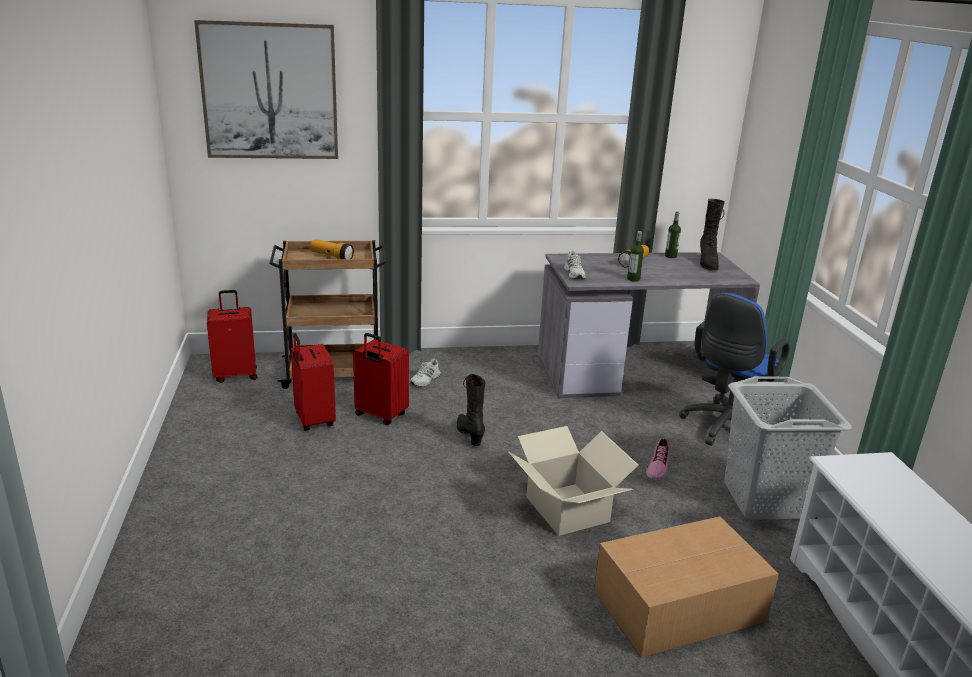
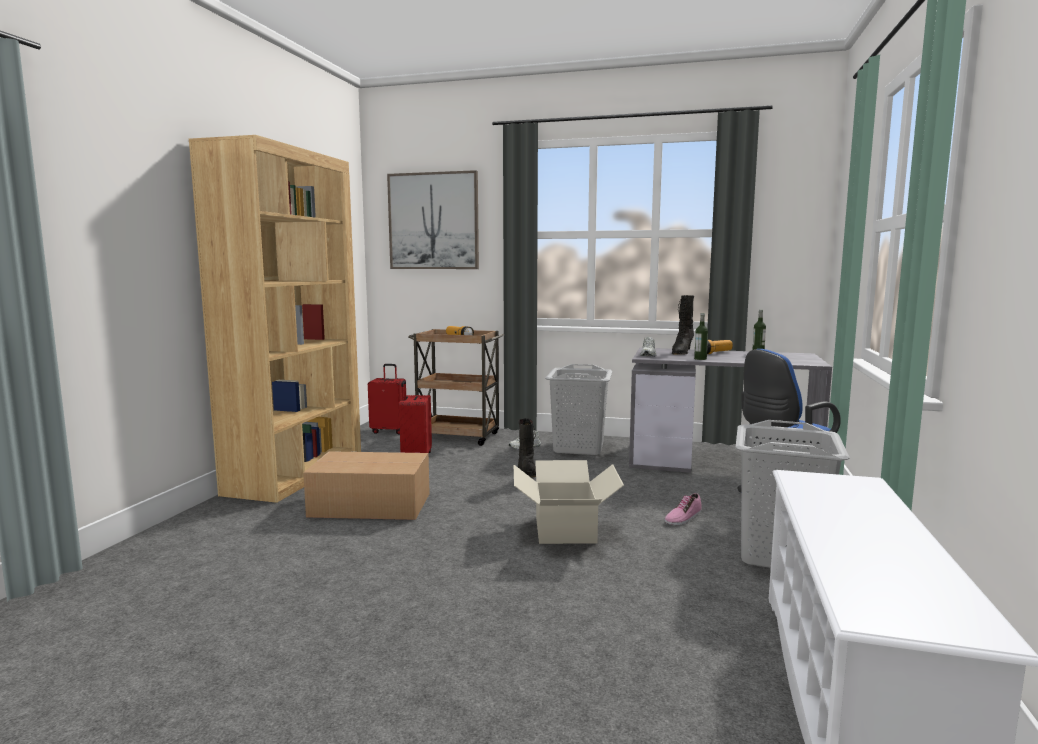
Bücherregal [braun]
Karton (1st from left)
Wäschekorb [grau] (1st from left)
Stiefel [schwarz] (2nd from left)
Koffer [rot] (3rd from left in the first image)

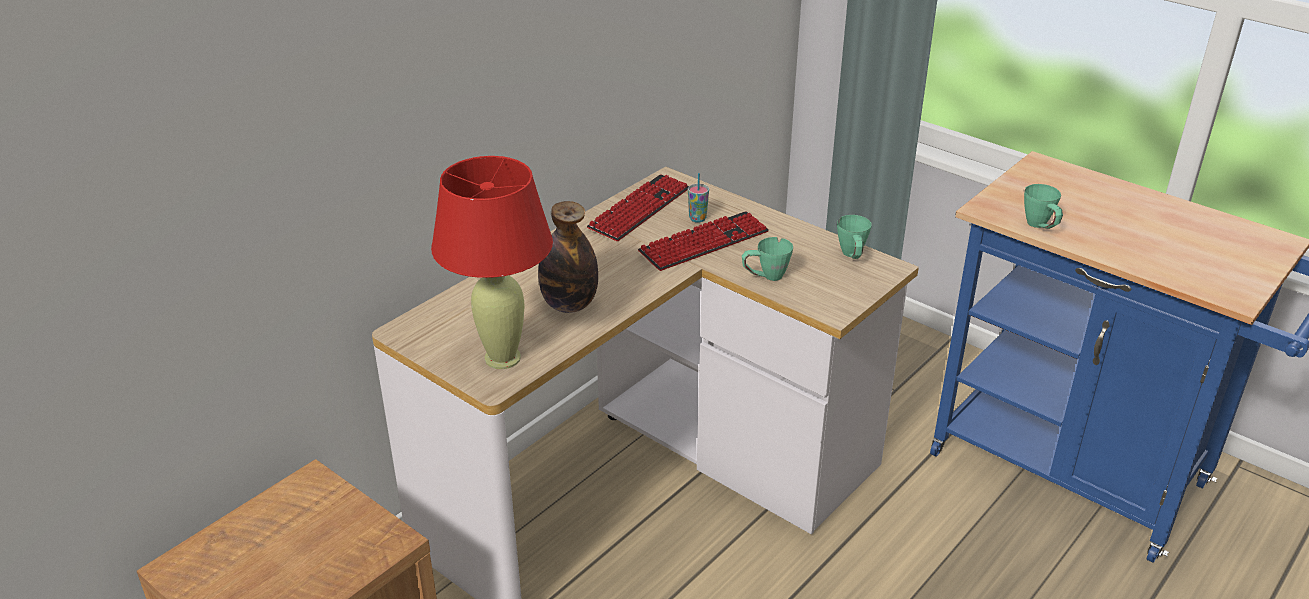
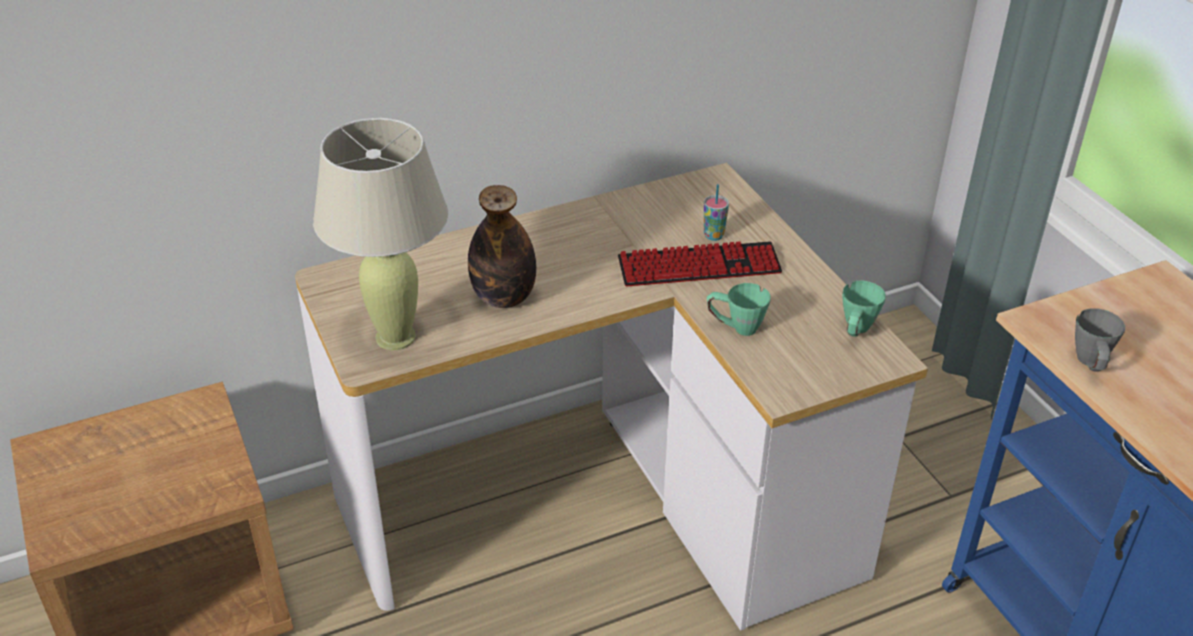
Tischlampe [beige]
Henkelbecher [grau]
Tastatur (1st from left in the first image)

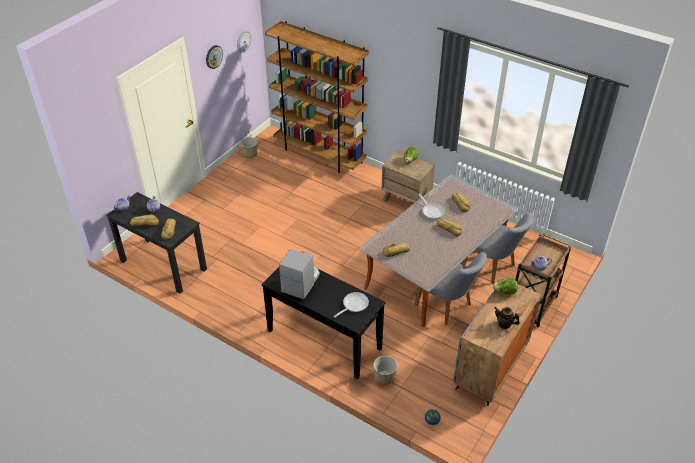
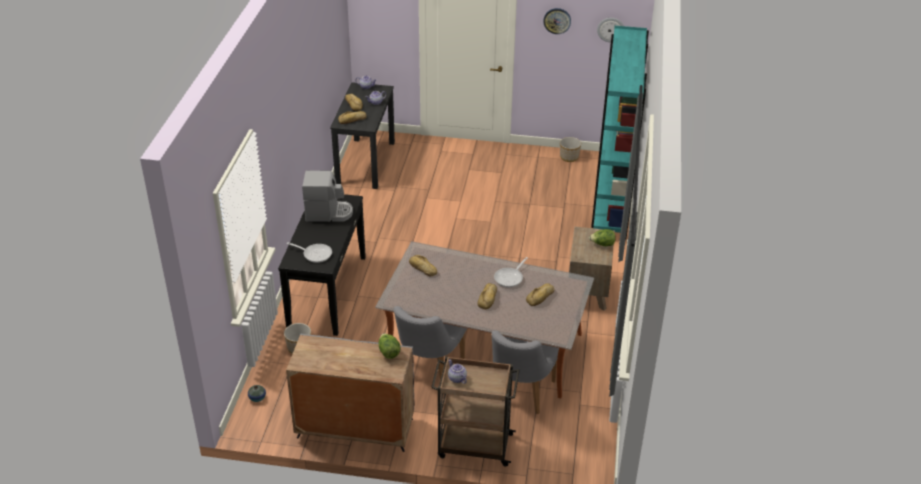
Bücherregal [türkis]
Teekanne (3rd from left in the first image)

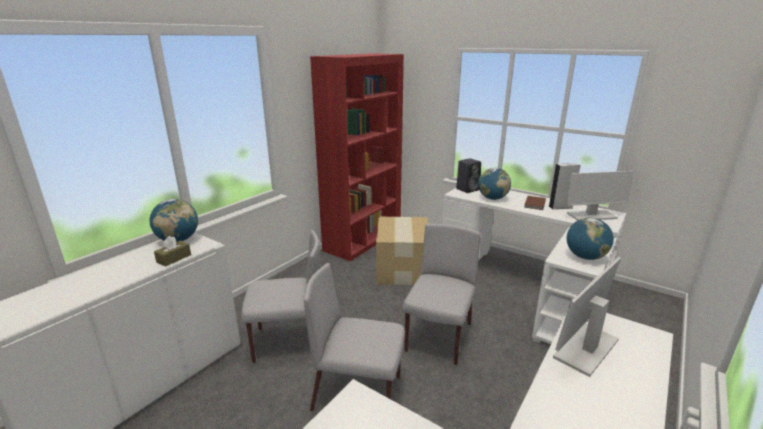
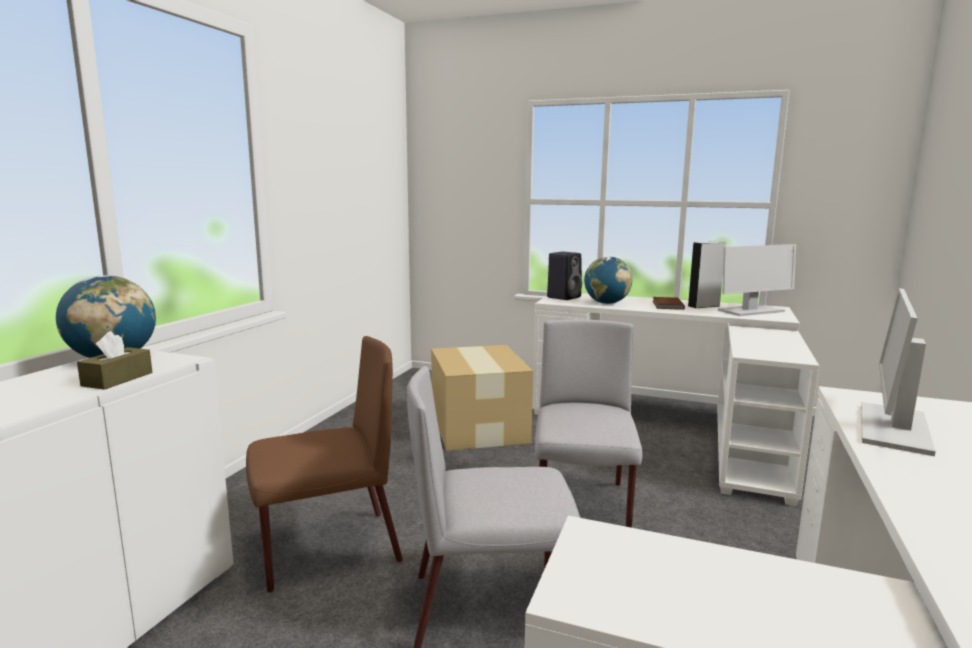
Stuhl [braun]
Bücherregal [rot]
Globus (3rd from left in the first image)

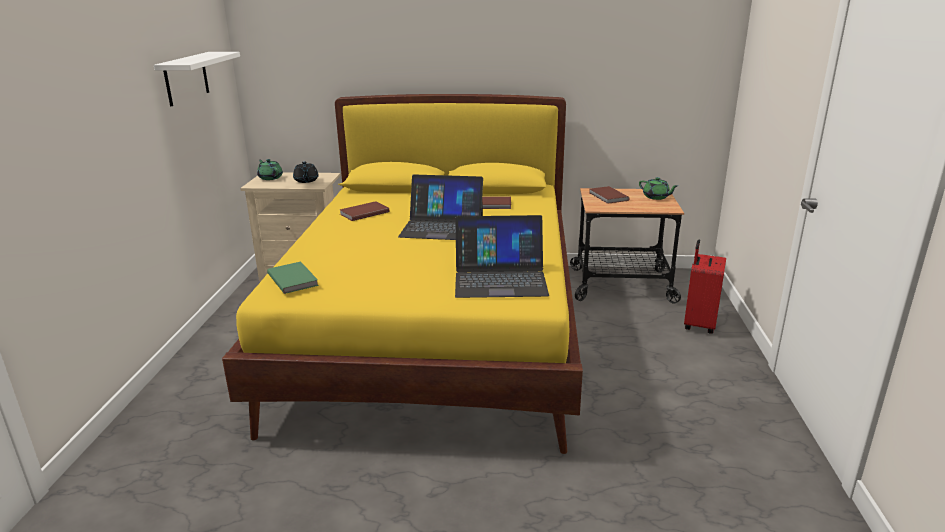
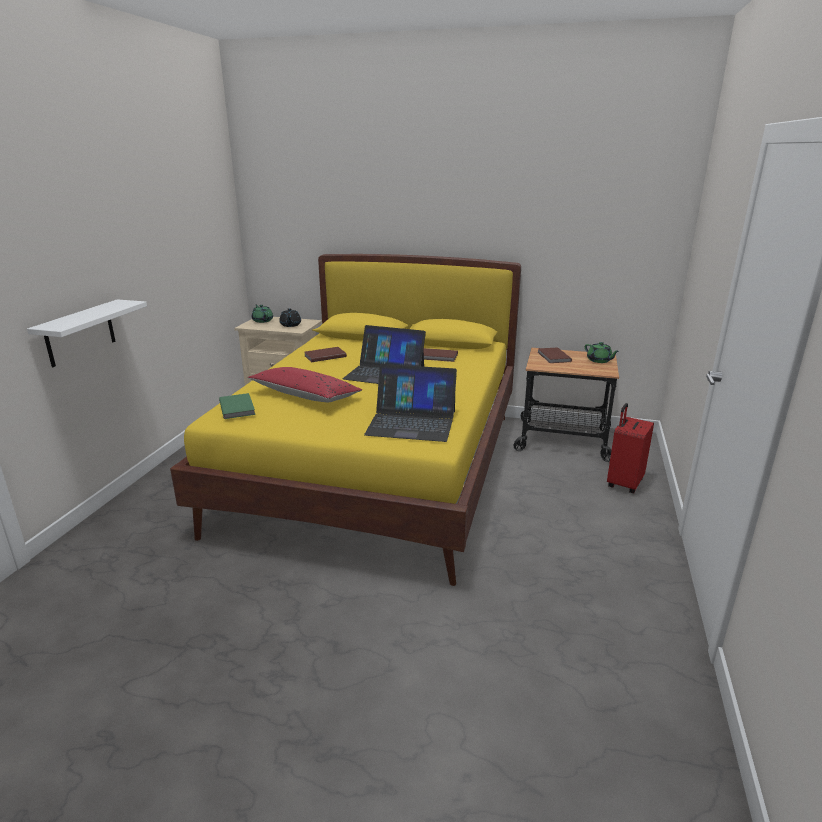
Wandregal [weiß]
Kissen [rot]

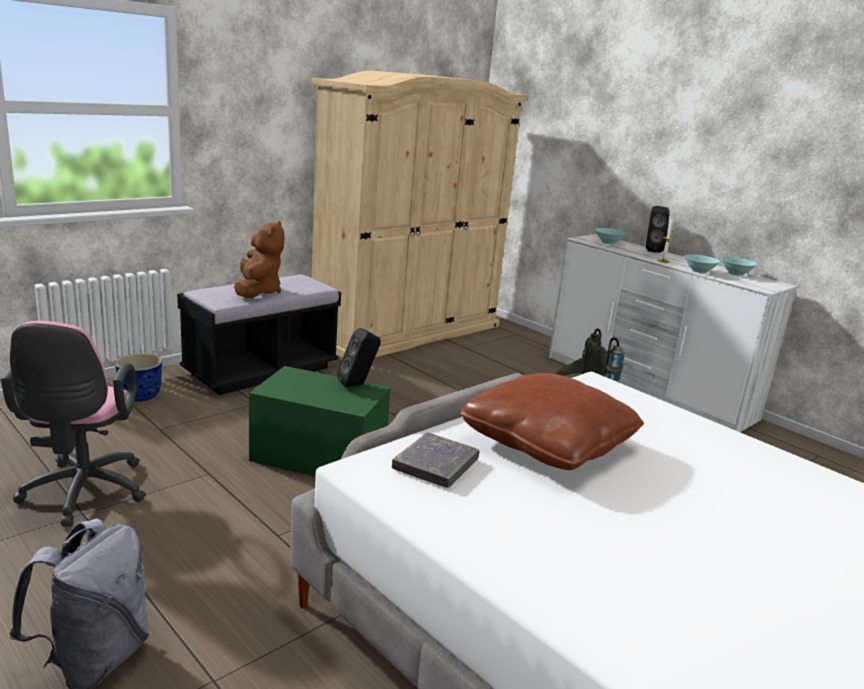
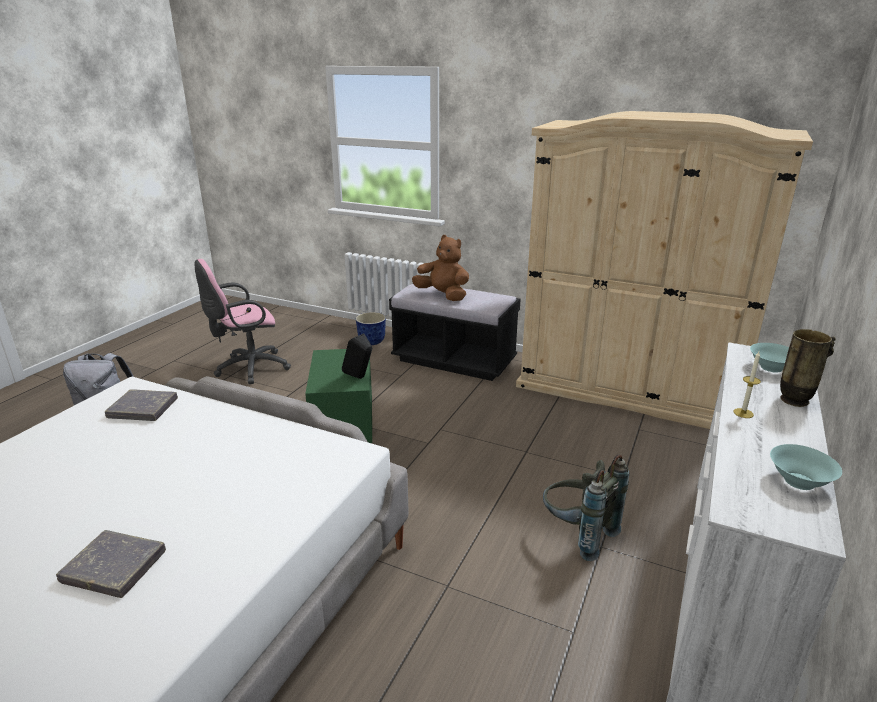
Buch [grau] (1st from left)
Plüschtier [braun]
Vase
Kissen [braun]
Schüssel [türkis] (2nd from left in the first image)

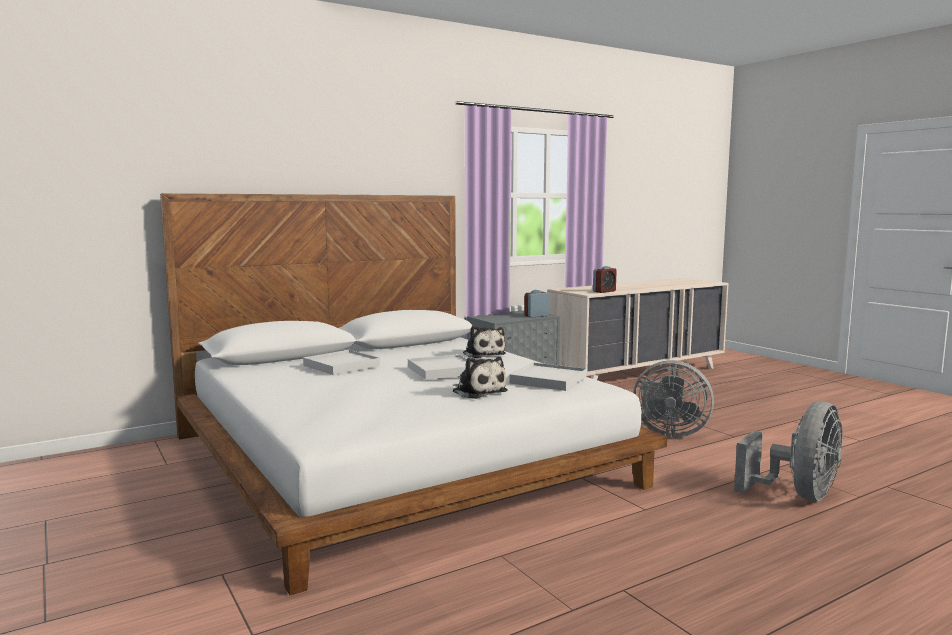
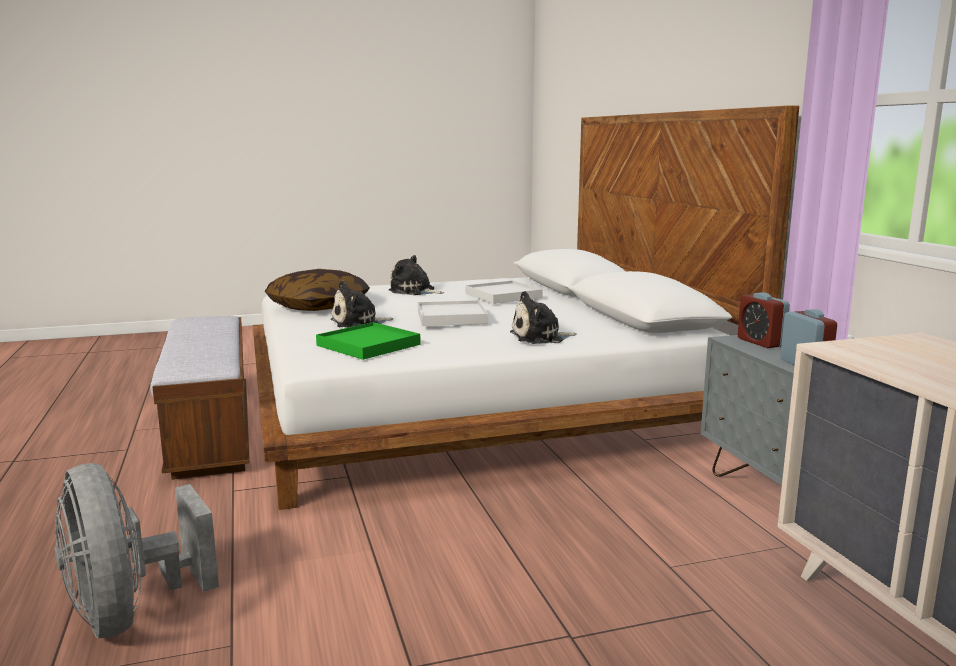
Bank
Kissen
Tablett [grün]
Plüschtier (2nd from left)
Wecker (1st from left)
Ventilator [grau] (1st from left in the first image)

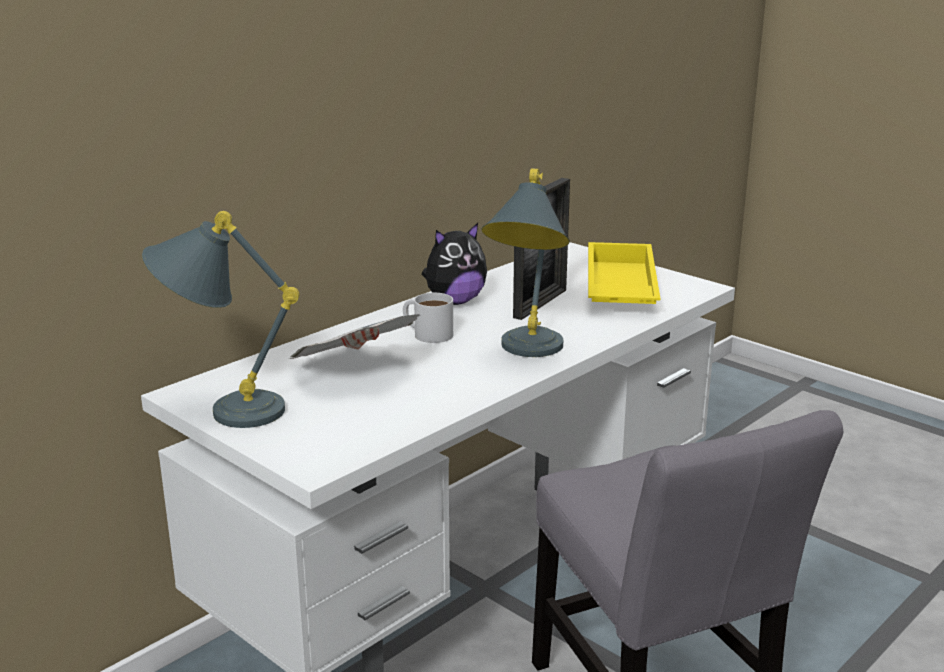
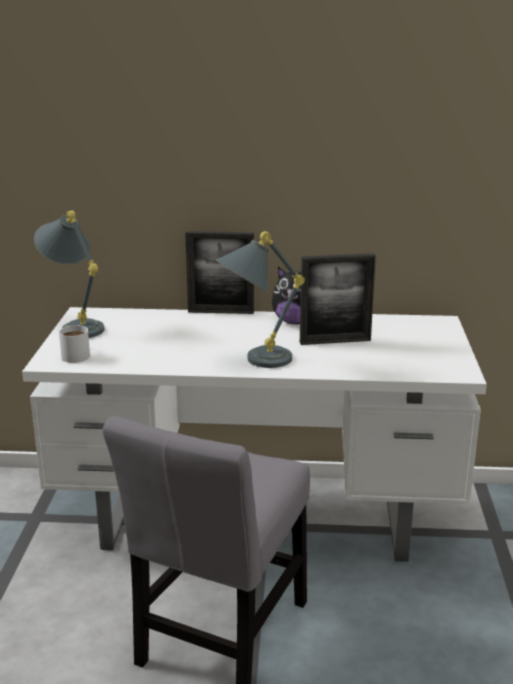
Henkelbecher [weiß]
Bilderrahmen (1st from left)
Zeitung
Tablett [gelb]

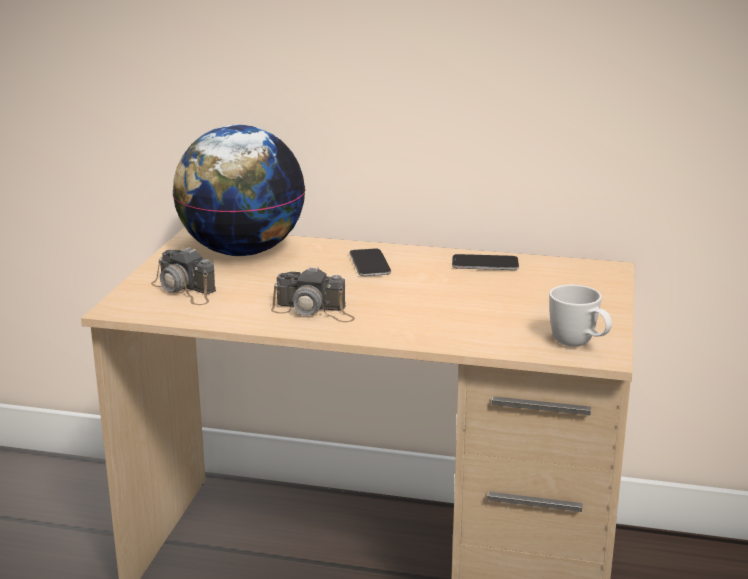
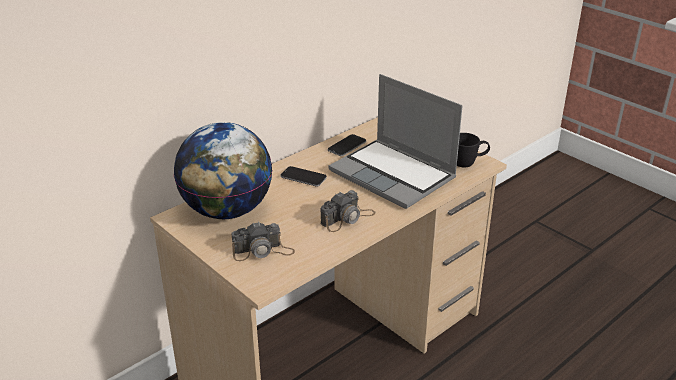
Laptop
Henkelbecher [schwarz]

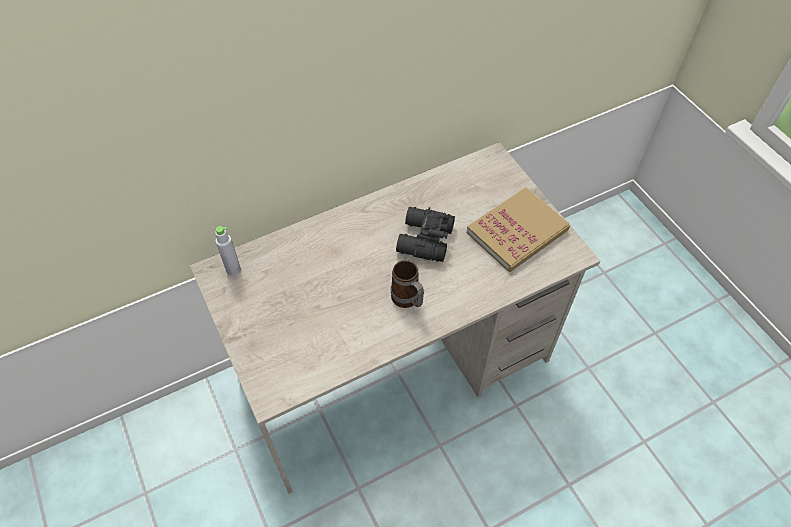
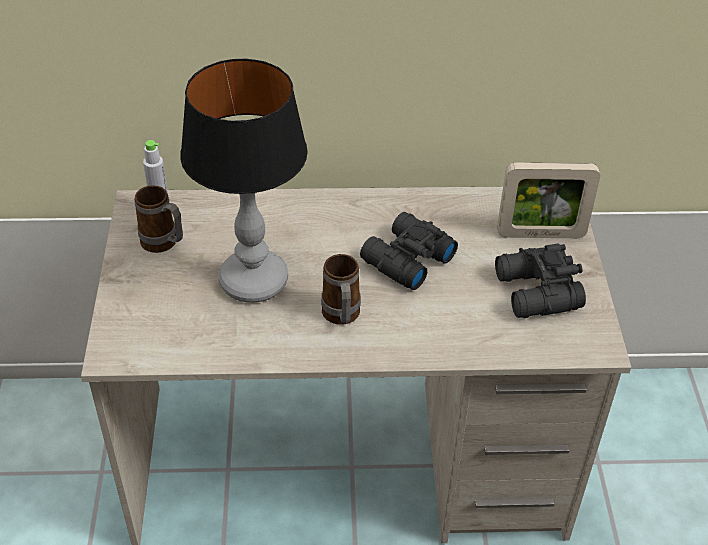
Henkelbecher (1st from left)
Tischlampe
Fernglas [schwarz] (2nd from left)
Bilderrahmen

